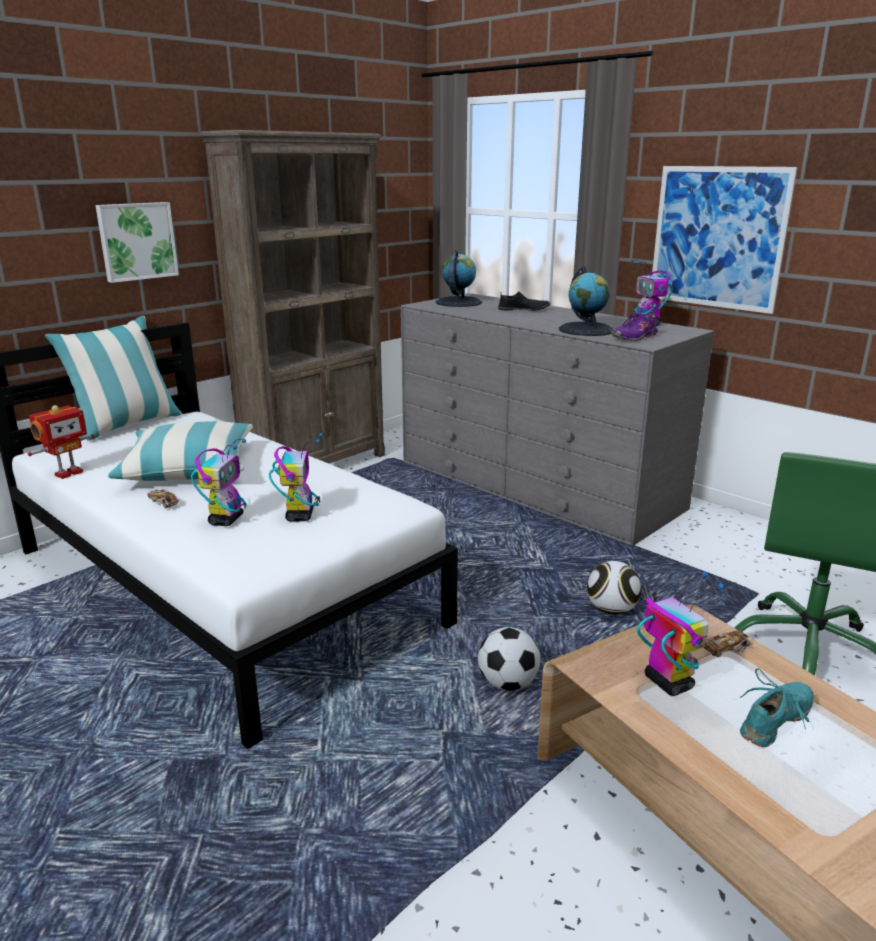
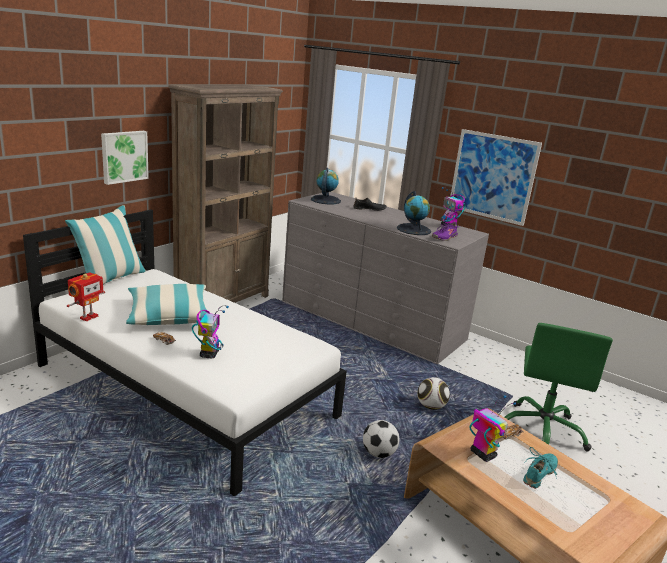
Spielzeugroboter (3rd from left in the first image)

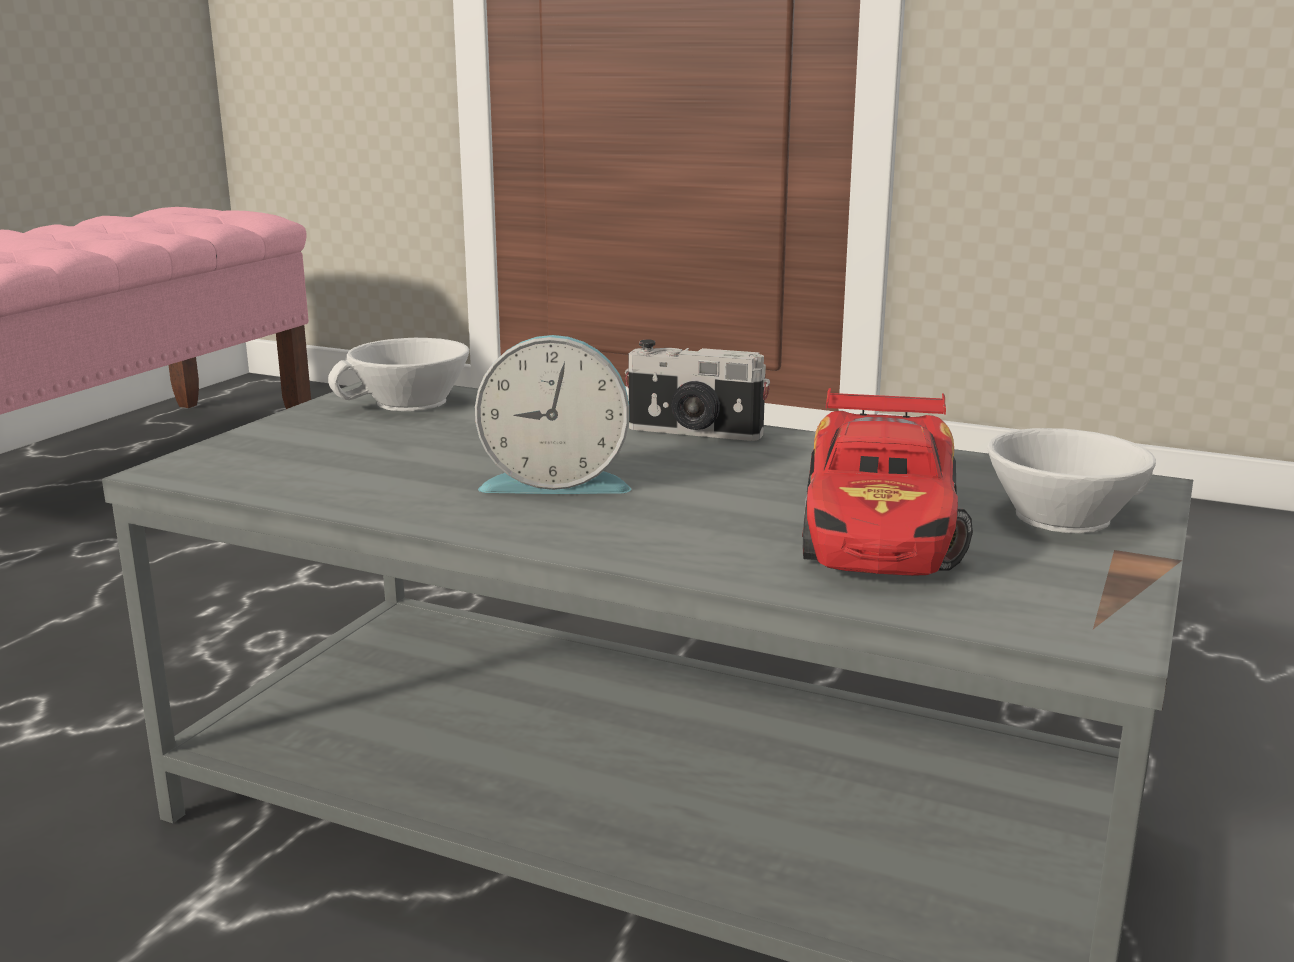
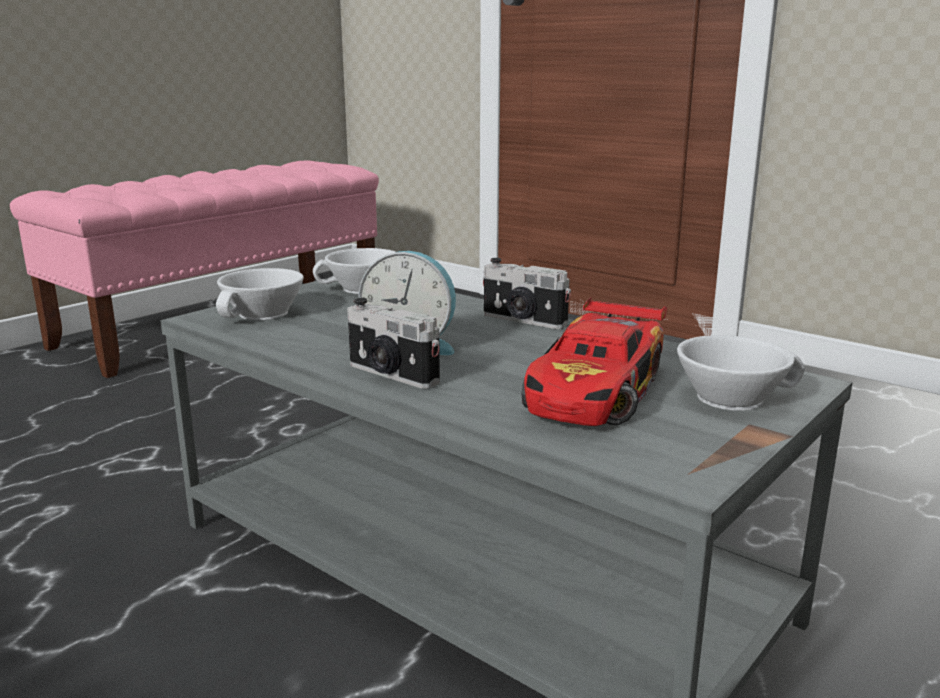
Tasse [weiß] (1st from left)
Kamera (1st from left)

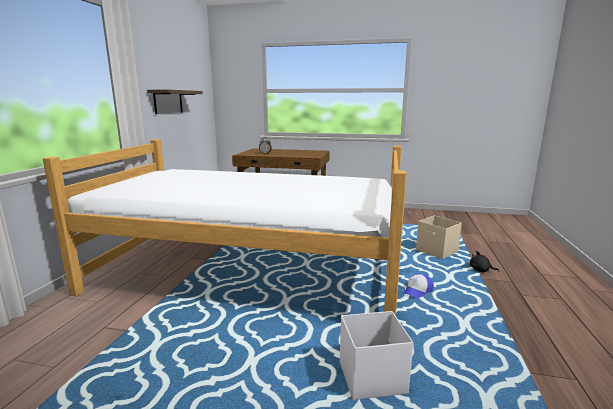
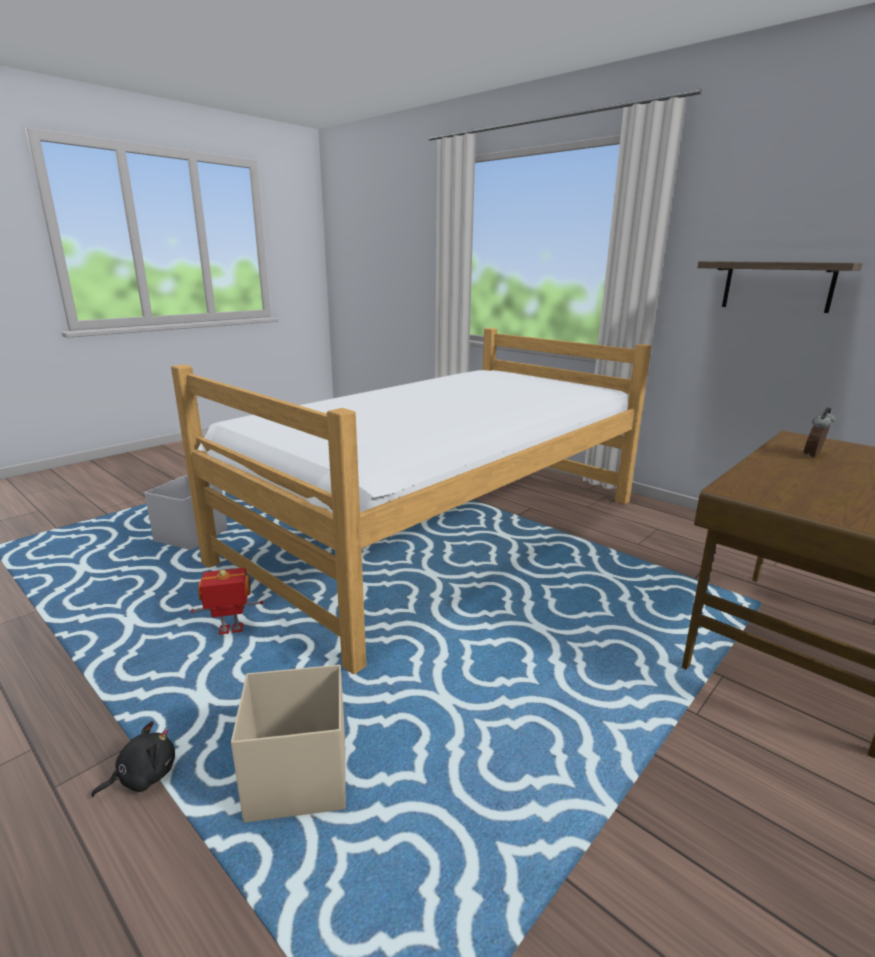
Spielzeugroboter

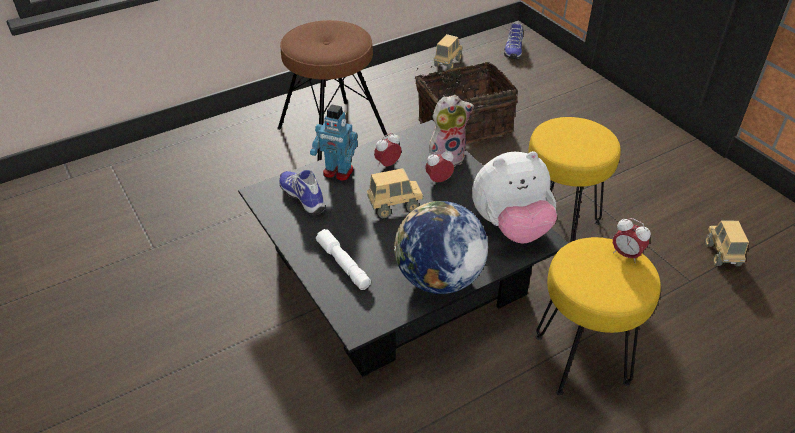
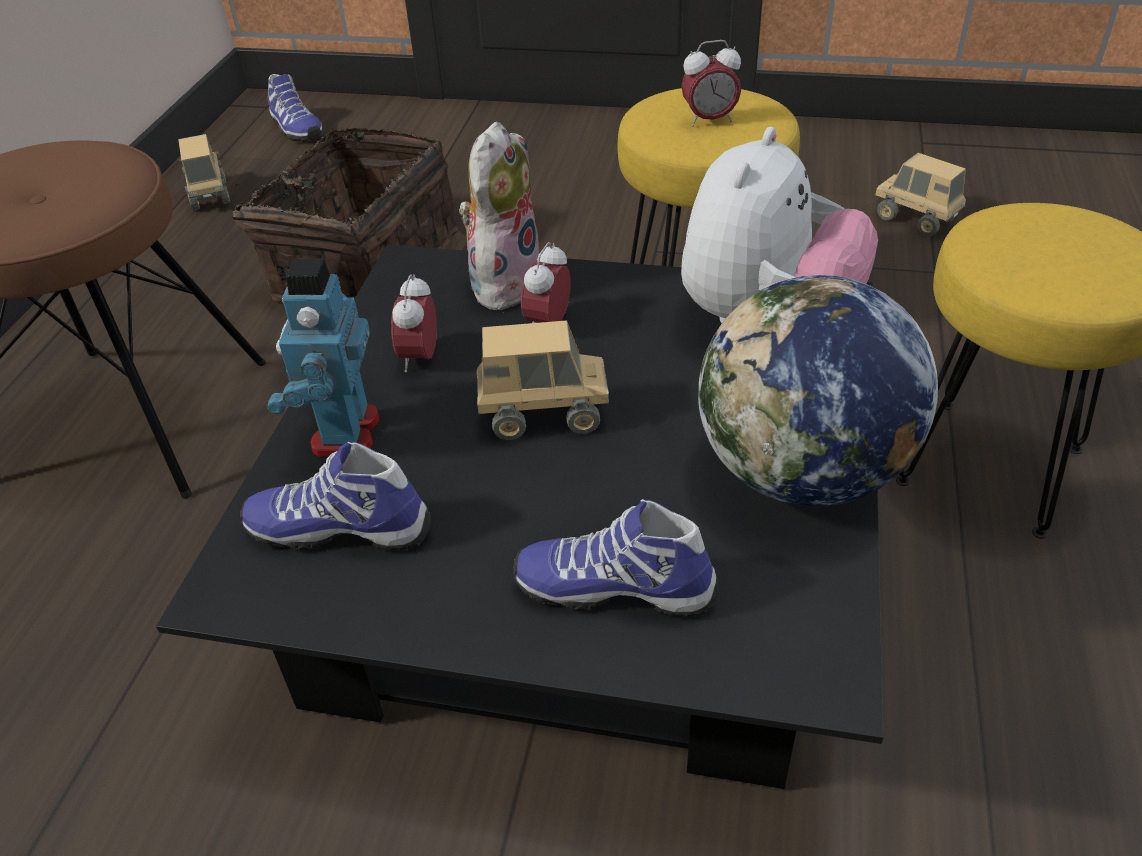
Spielzeugroboter
Spielzeuglaster (2nd from left)
Schuh (3rd from left)
Wecker (3rd from left)

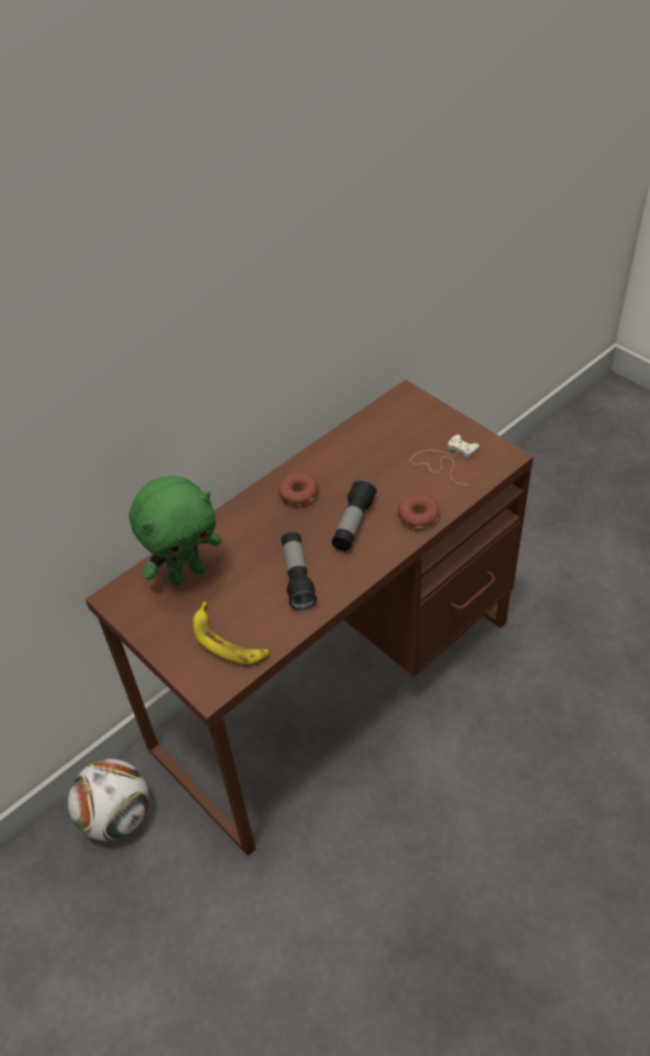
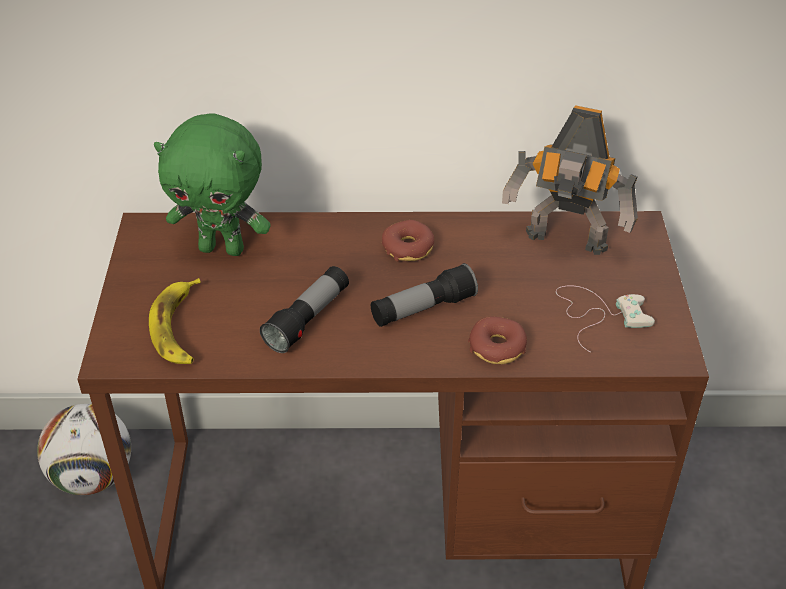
Spielzeugroboter

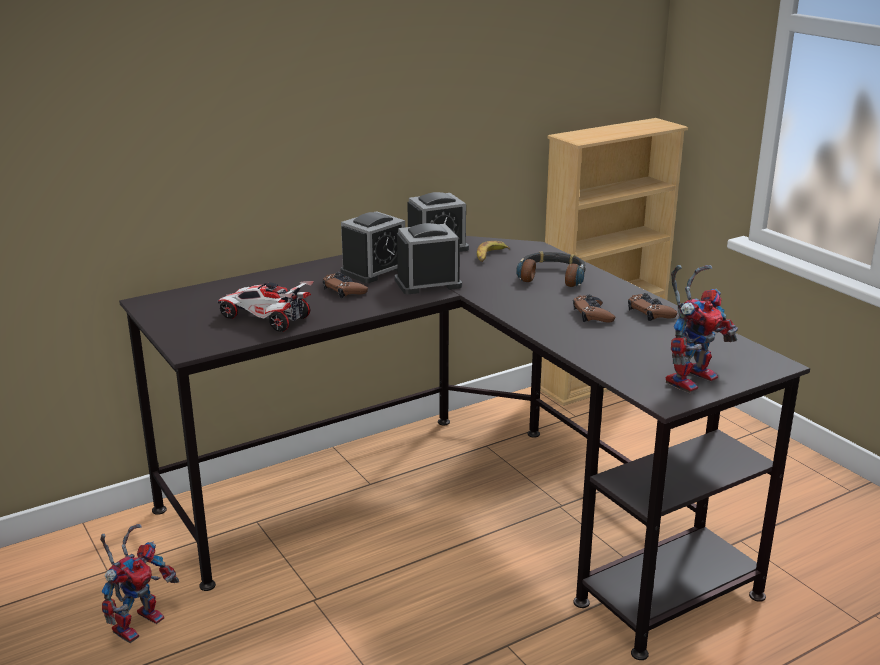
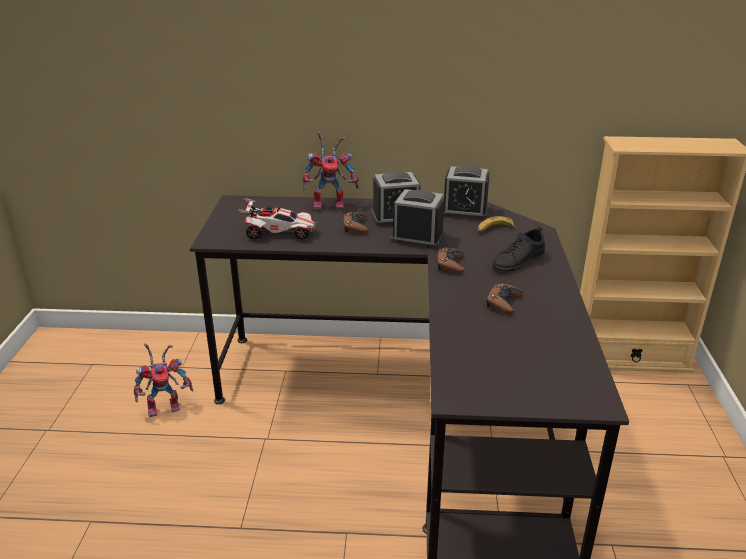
Spielzeugauto
Spielzeugroboter (2nd from left)
Gamepad [braun] (2nd from left)
Schuh [schwarz]

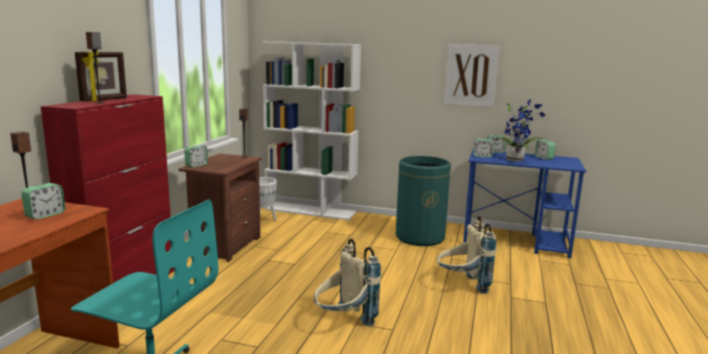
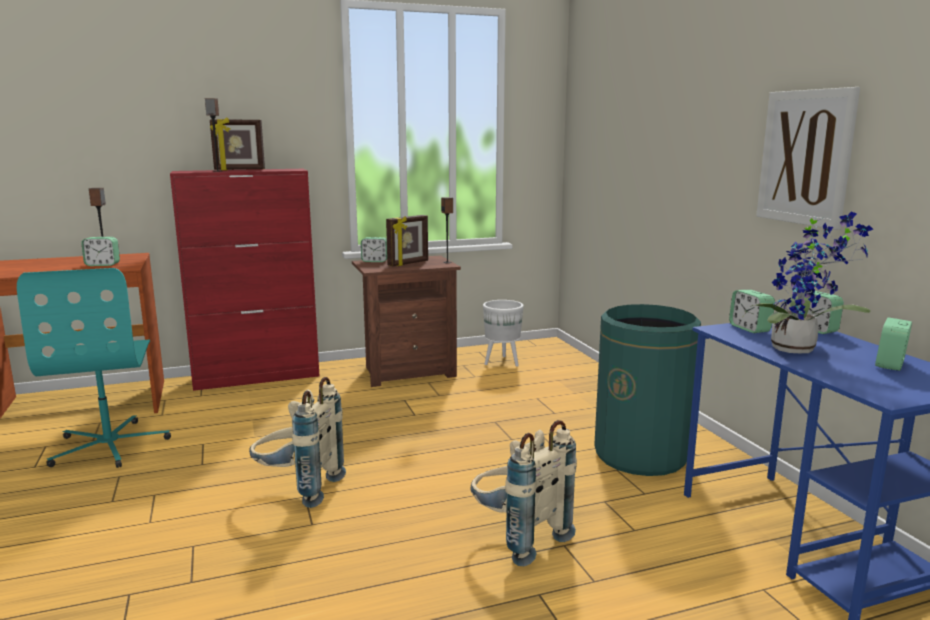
Bilderrahmen (2nd from left)
Bücherregal [weiß]

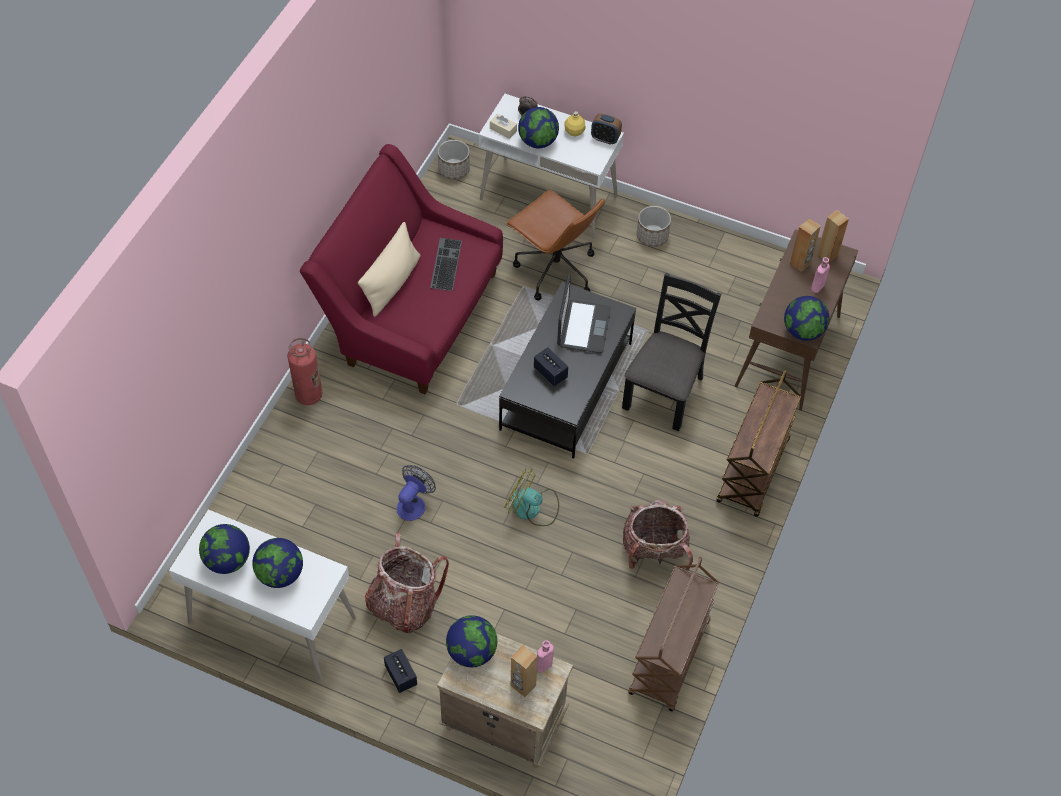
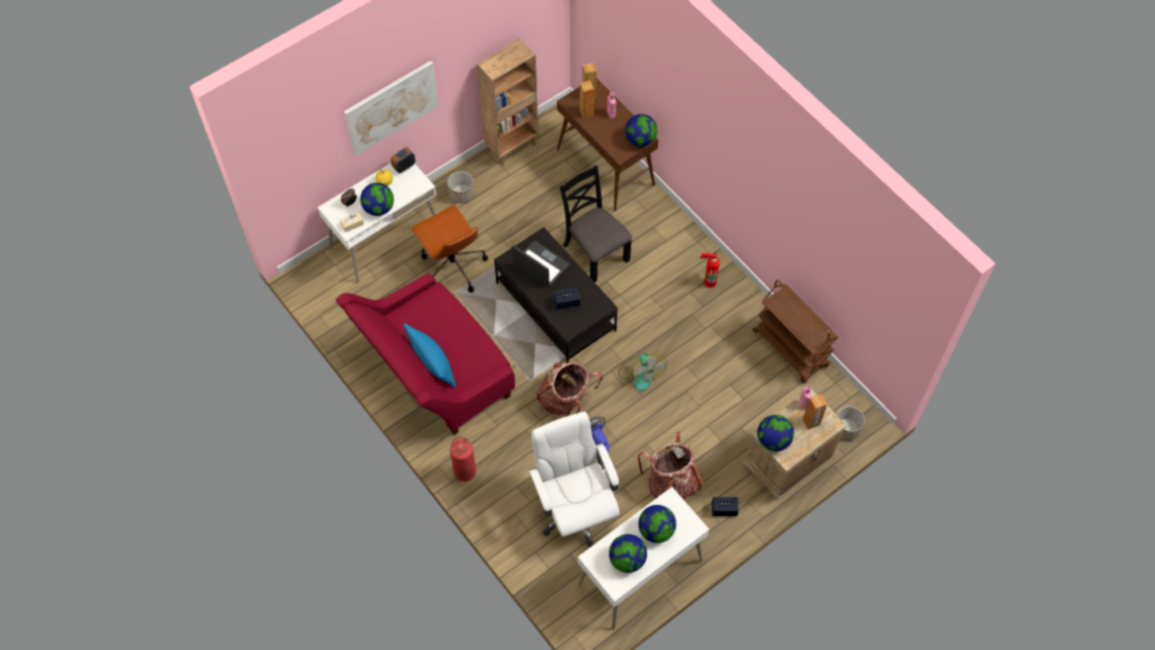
Bild
Kissen [blau]
Bürostuhl [braun]
Bücherregal [braun]
Bürostuhl [weiß]
Rucksack (1st from left)
Ventilator (2nd from left)
Feuerlöscher (2nd from left)
Pflanzkübel (2nd from left)
Tastatur
Rollwagen [braun] (2nd from left in the first image)

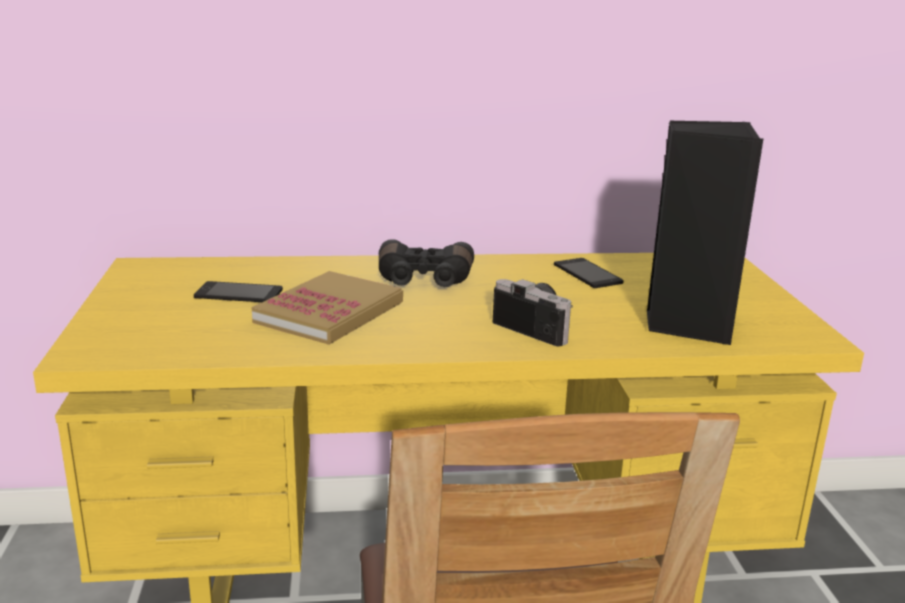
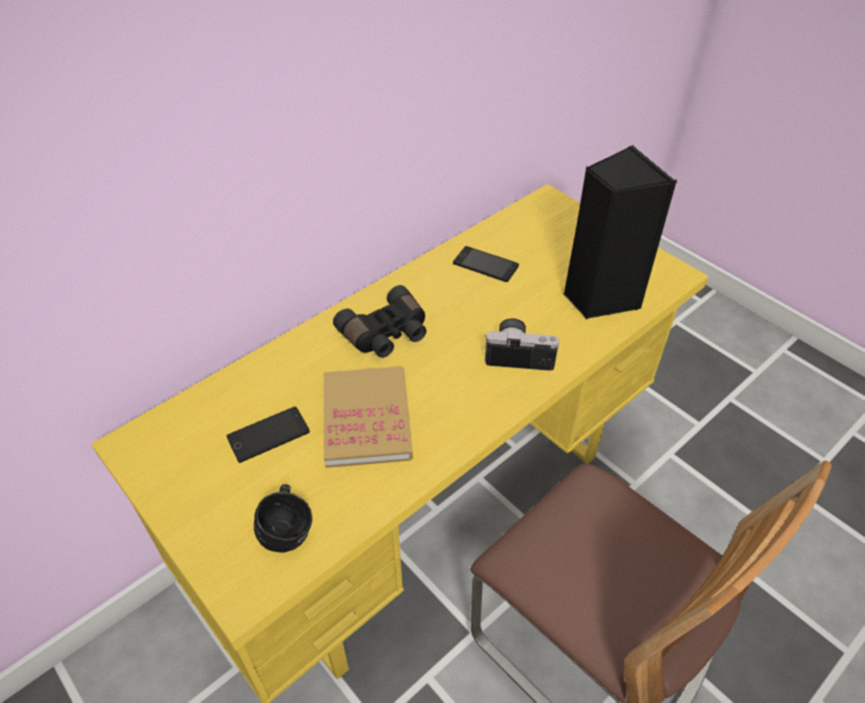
Henkelbecher [schwarz]

